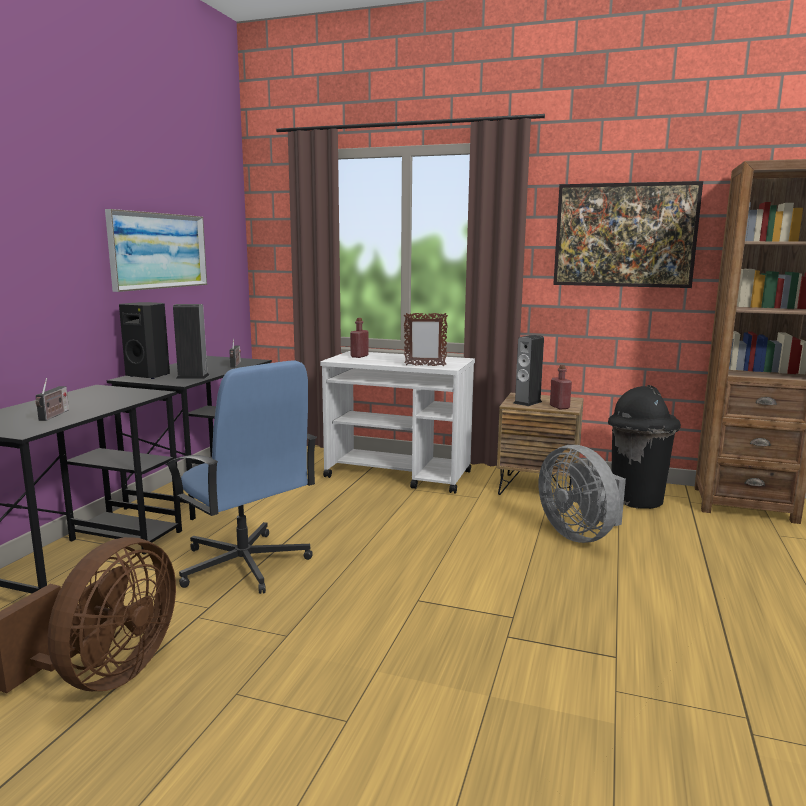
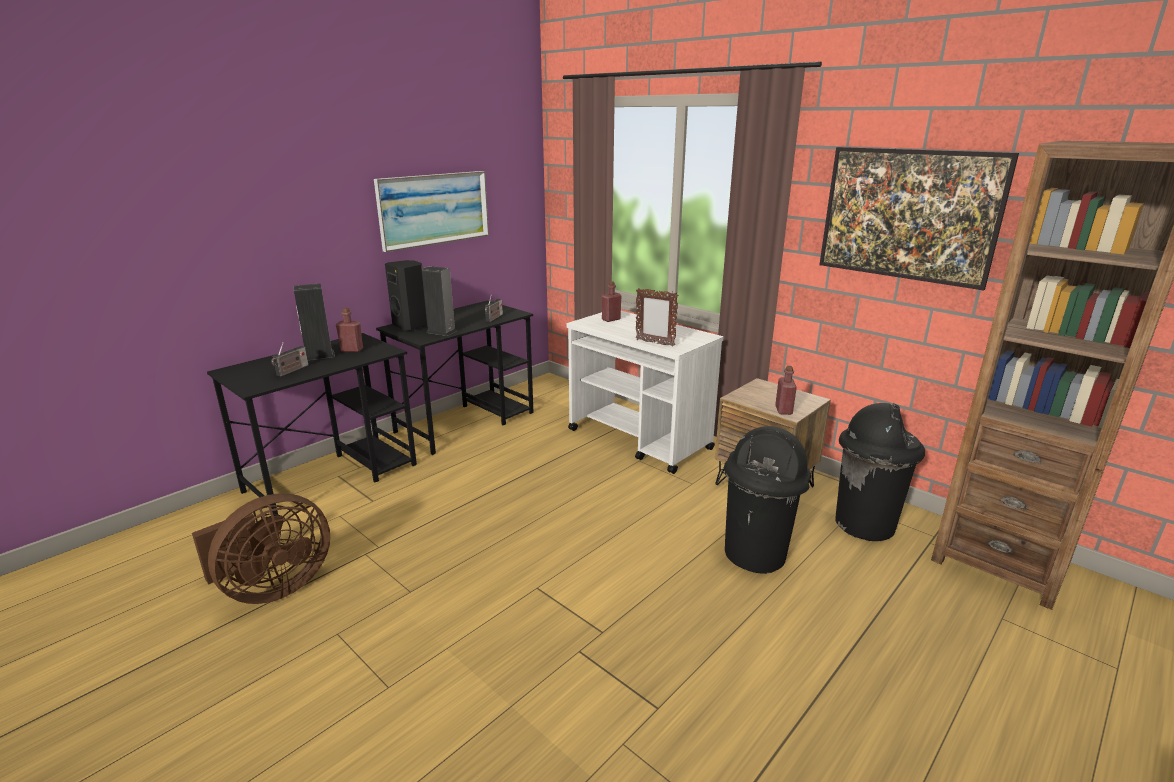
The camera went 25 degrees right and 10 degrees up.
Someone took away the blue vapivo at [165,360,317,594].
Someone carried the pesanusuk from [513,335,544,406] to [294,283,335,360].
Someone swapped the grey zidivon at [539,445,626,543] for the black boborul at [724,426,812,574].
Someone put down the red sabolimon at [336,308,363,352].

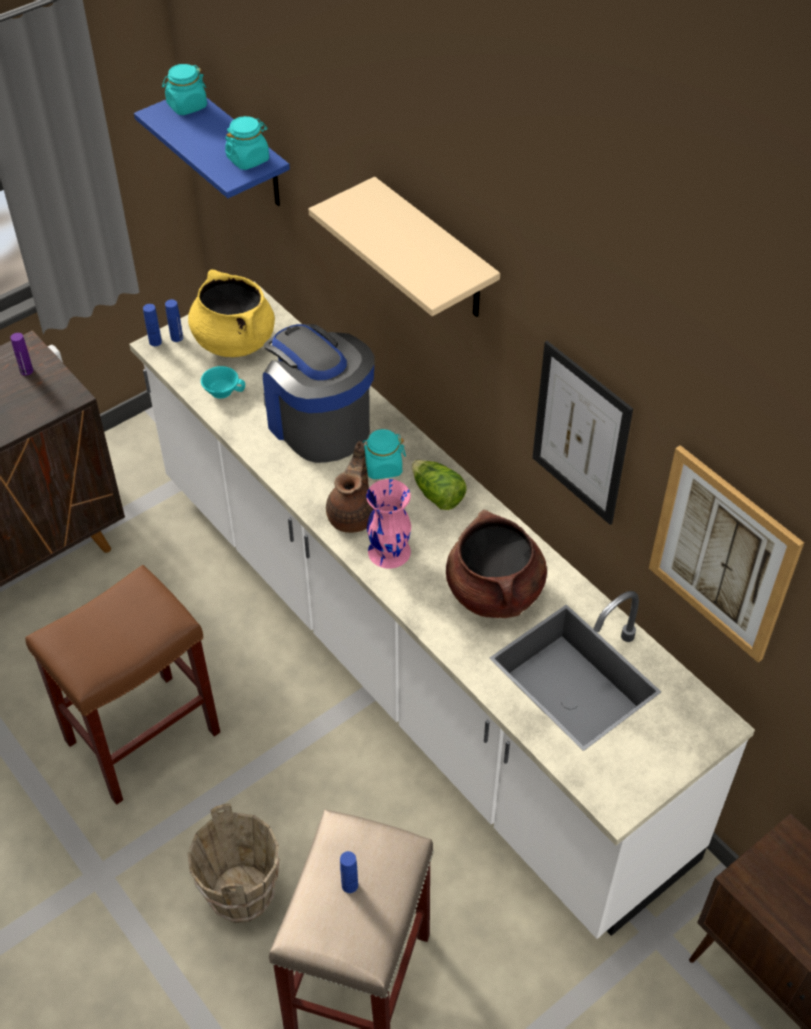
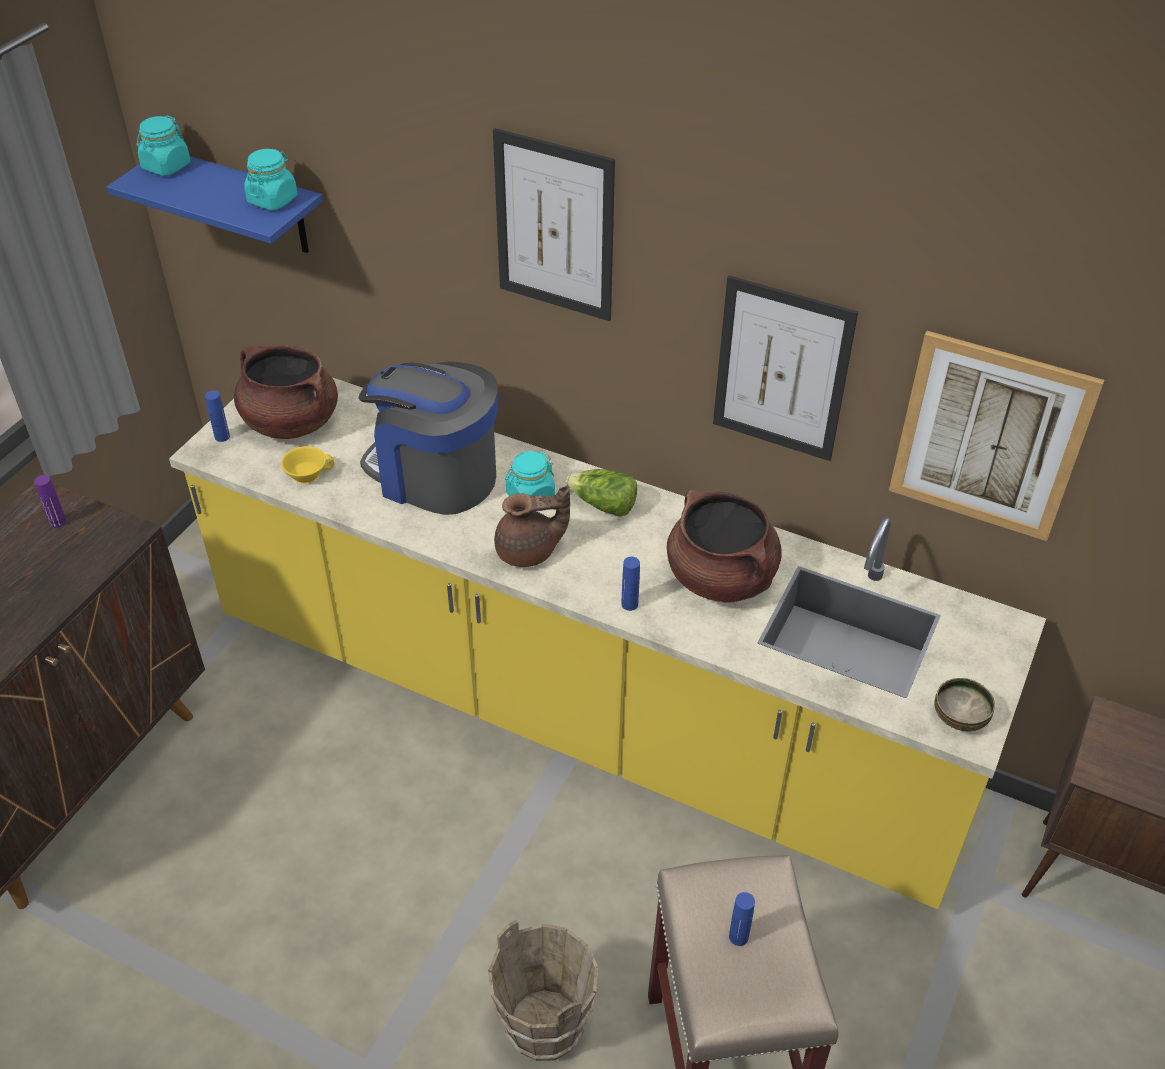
The camera went 25 degrees left and 5 degrees down.
Someone took away the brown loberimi at [25,565,220,805].
Someone repainted the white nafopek at [129,282,755,939], which became the yellow nafopek at [169,377,1046,909].
Someone carried the blue sabolimon from [143,304,162,346] to [621,557,640,611].
Someone repainted the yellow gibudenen at [188,269,275,357], which became the brown gibudenen at [234,345,338,439].
Someone repainted the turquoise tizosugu at [201,366,245,399], which became the yellow tizosugu at [281,446,334,484].
Someone swapped the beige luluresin at [308,177,500,317] for the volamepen at [493,128,615,321].
Someone rotated the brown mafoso at [326,441,374,533] by 90 degrees clockwise.
Someone took away the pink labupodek at [366,479,411,569].
Someone put down the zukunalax at [934,678,995,731].

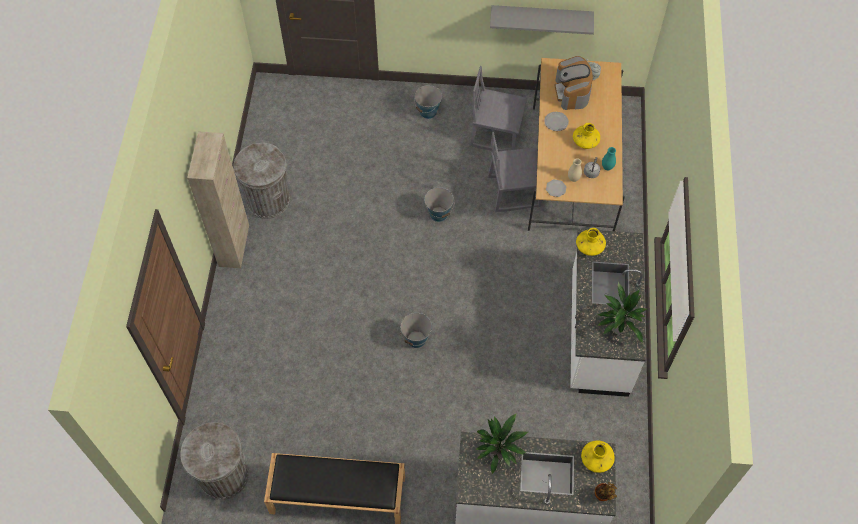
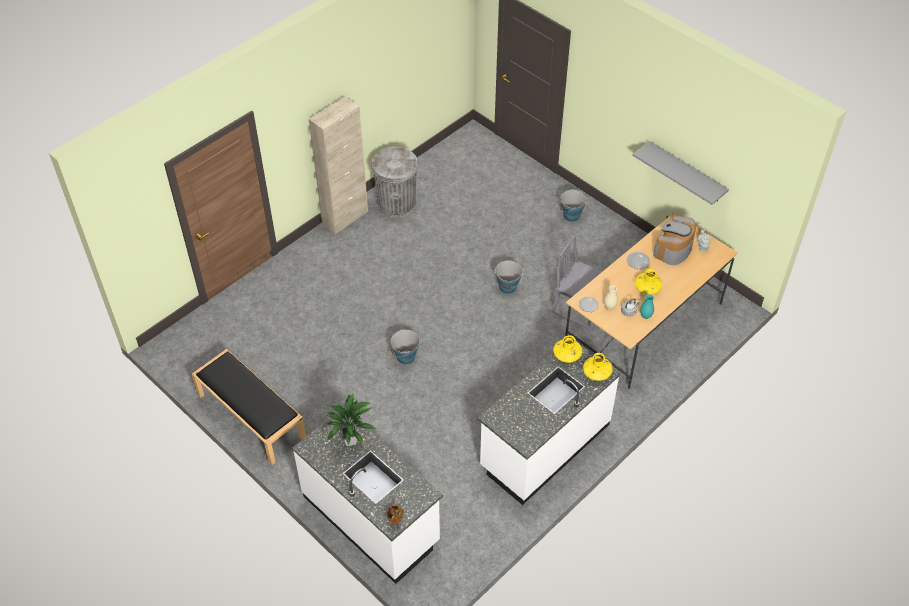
The camera went 40 degrees right and 10 degrees down.
Someone took away the grey boborul at [180,422,248,500].
Someone took away the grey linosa at [470,66,527,151].
Someone carried the yellow labupodek from [581,441,615,473] to [583,353,613,381].
Someone took away the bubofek at [598,282,647,343].

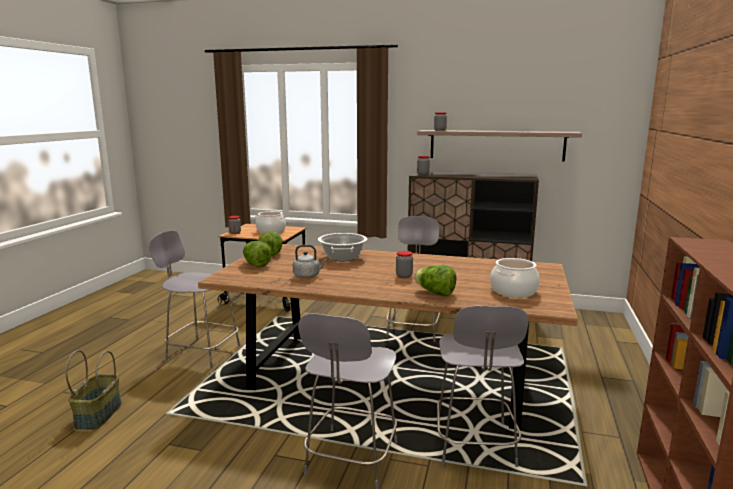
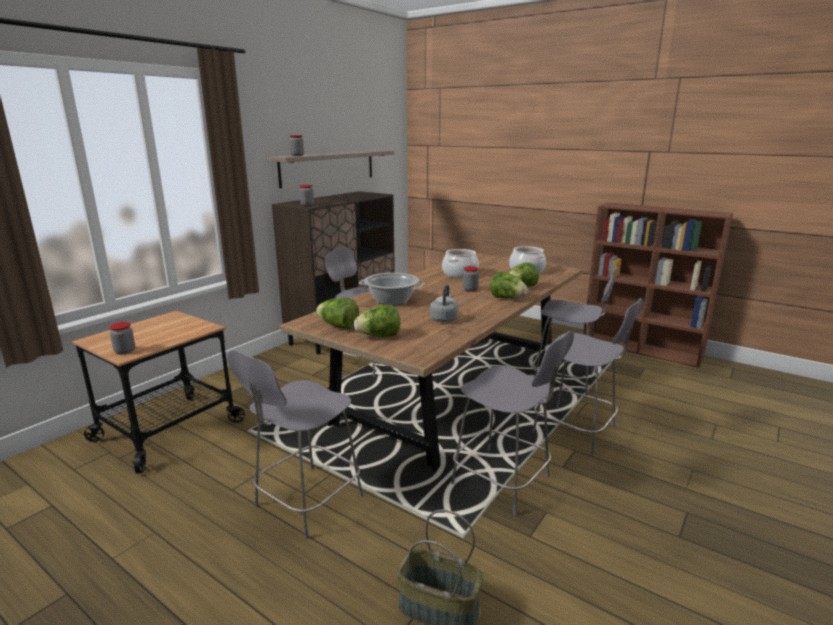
The camera went 70 degrees left and 5 degrees up.
Someone carried the gibudenen from [255,211,286,234] to [442,249,479,278].
Someone put down the grey linosa at [451,331,574,515].
Someone put down the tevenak at [490,272,528,298].

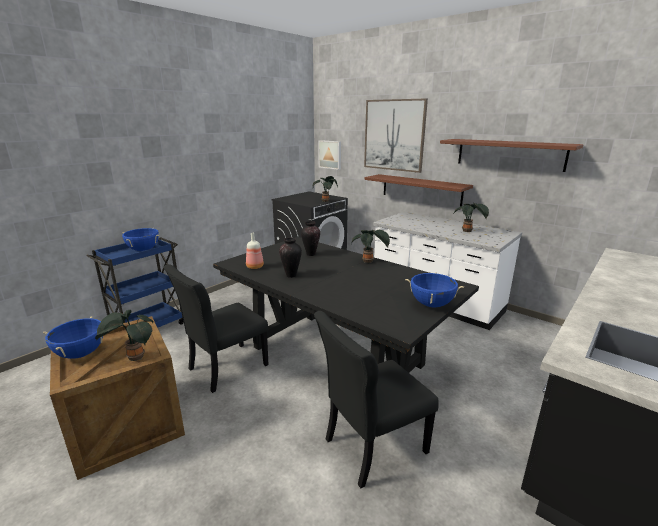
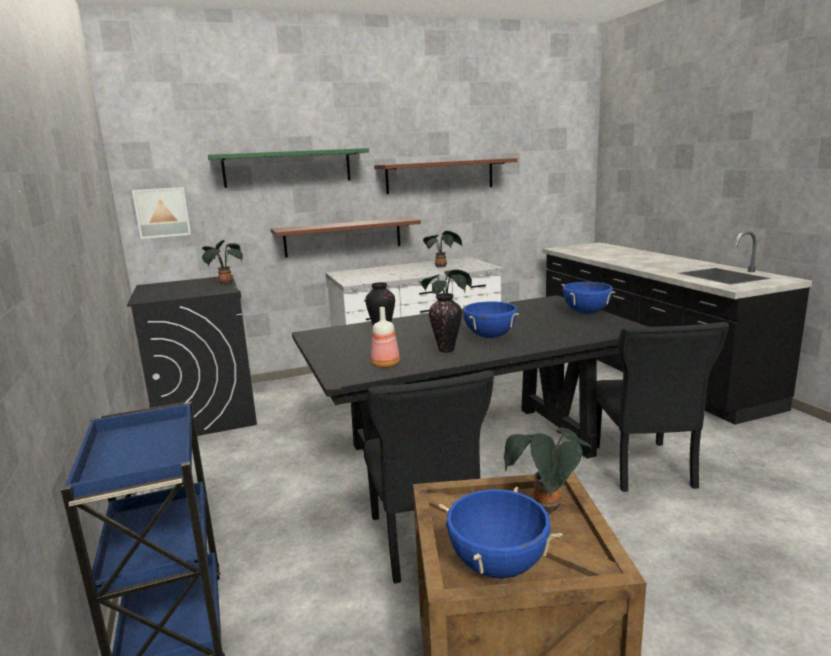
The camera went 60 degrees left and 5 degrees down.
Someone carried the blue gibudenen from [122,228,159,251] to [463,301,519,338].
Someone swapped the volamepen at [364,99,428,173] for the green luluresin at [208,148,369,188].

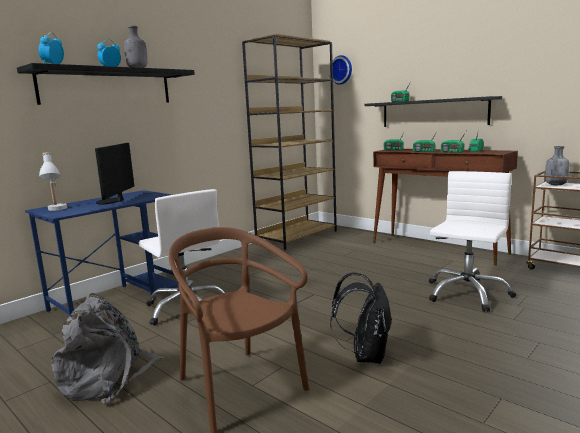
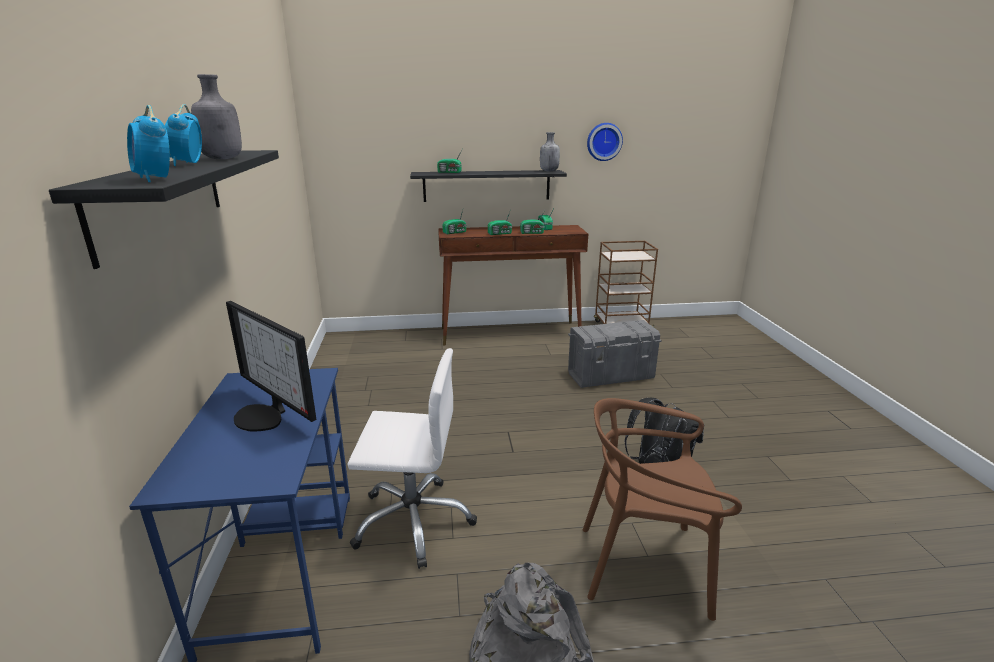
The camera went 50 degrees left and 10 degrees up.
Someone took away the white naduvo at [39,152,67,211].
Someone took away the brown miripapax at [242,33,337,250].
Someone carried the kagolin from [329,55,352,85] to [587,123,623,161].
Someone swapped the white vapivo at [429,171,516,312] for the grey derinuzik at [568,320,662,388].
Someone carried the grey sabolimon from [545,146,570,185] to [540,132,560,172].

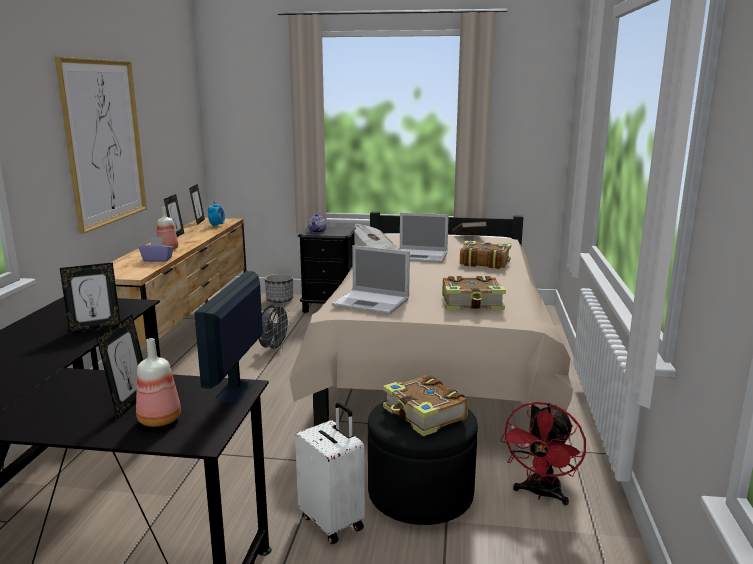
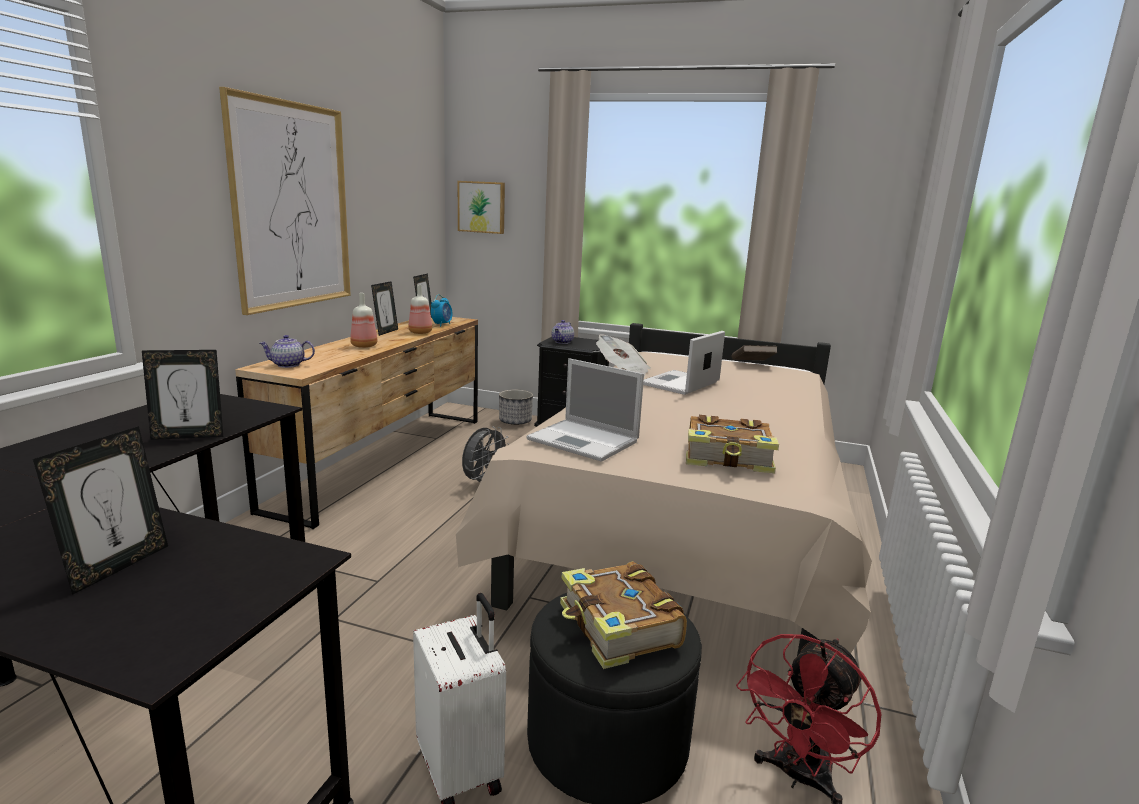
The camera went 10 degrees right and 0 degrees up.
Someone carried the sabolimon from [136,338,181,427] to [408,285,432,334].
Someone took away the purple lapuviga at [139,237,174,262].
Someone took away the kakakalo at [195,271,263,403].
Someone rotated the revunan at [399,212,449,263] by 105 degrees clockwise.
Someone took away the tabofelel at [460,240,511,269].
Someone put down the mafoso at [259,335,315,368].
Someone put up the volamepen at [458,181,505,234].

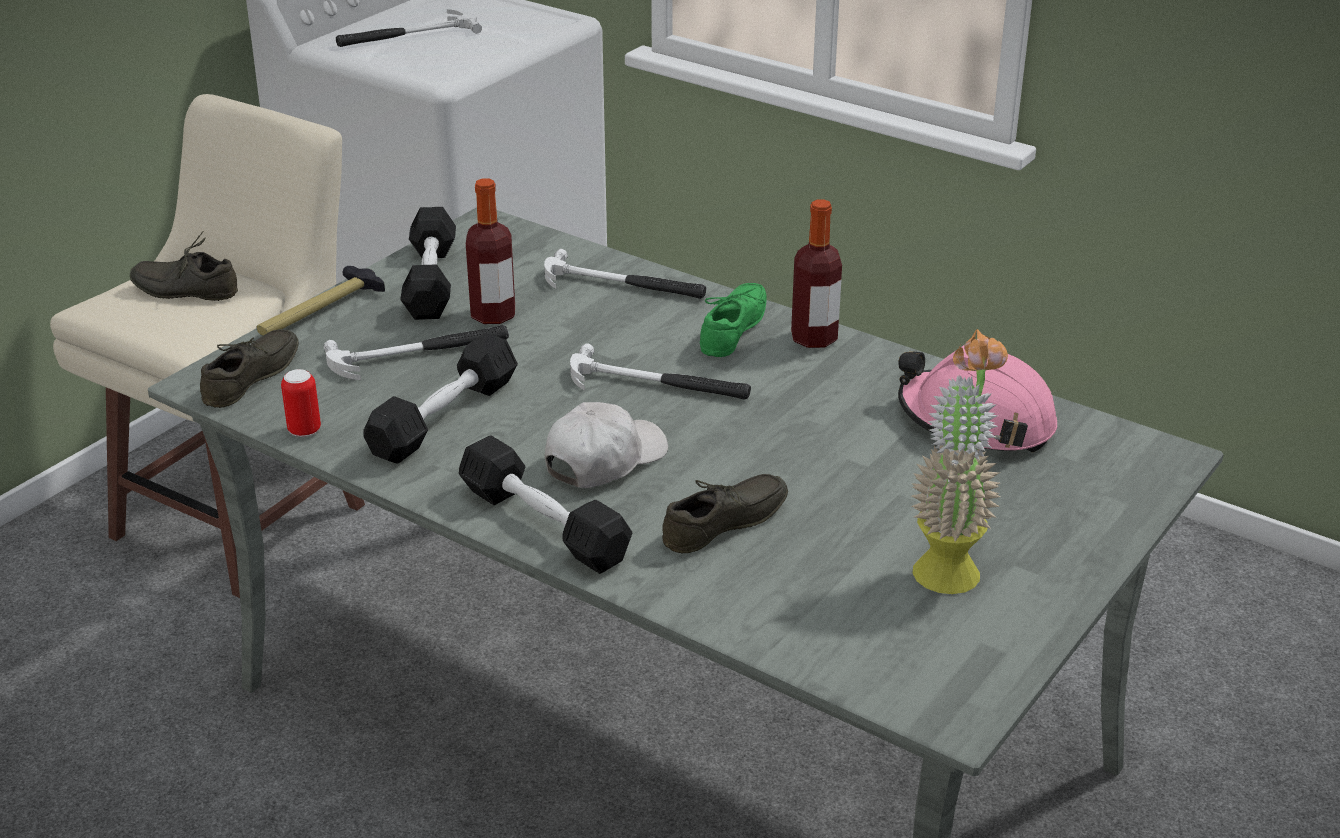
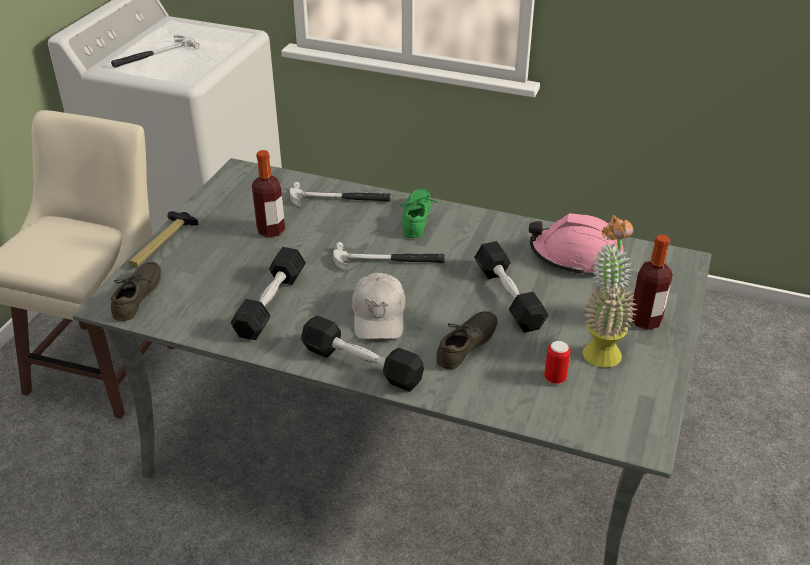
The camera went 15 degrees left and 5 degrees up.
Someone took away the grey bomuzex at [130,232,238,301].
Someone carried the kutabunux from [281,369,321,437] to [544,341,571,384].
Someone took away the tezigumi at [324,325,509,380].
Someone carried the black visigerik from [400,207,456,320] to [474,241,548,333].
Someone rotated the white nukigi at [544,402,668,488] by 150 degrees clockwise.
Someone carried the sabolimon from [791,199,842,348] to [631,234,673,330].

